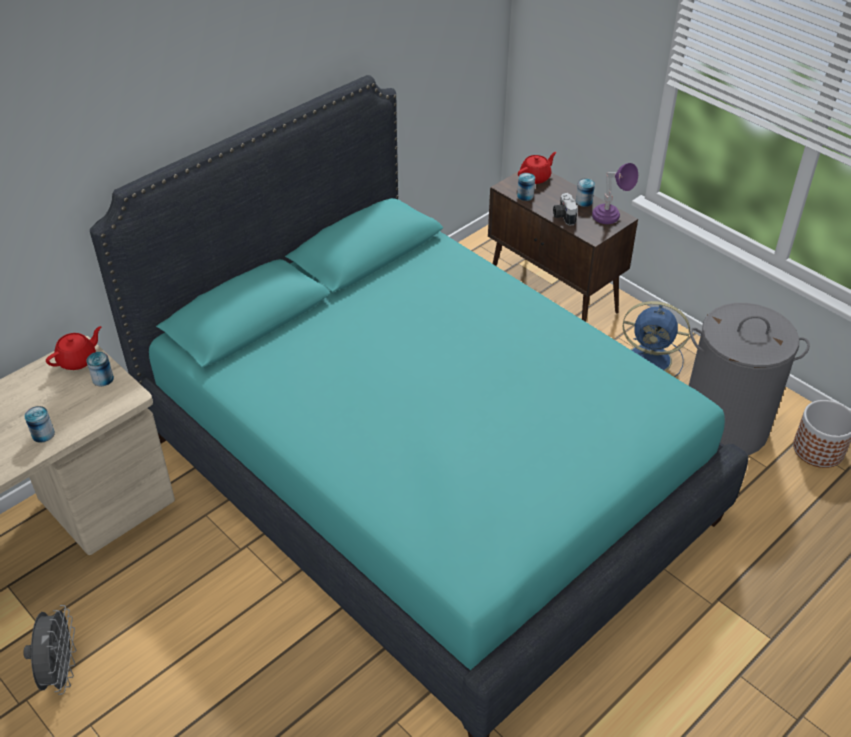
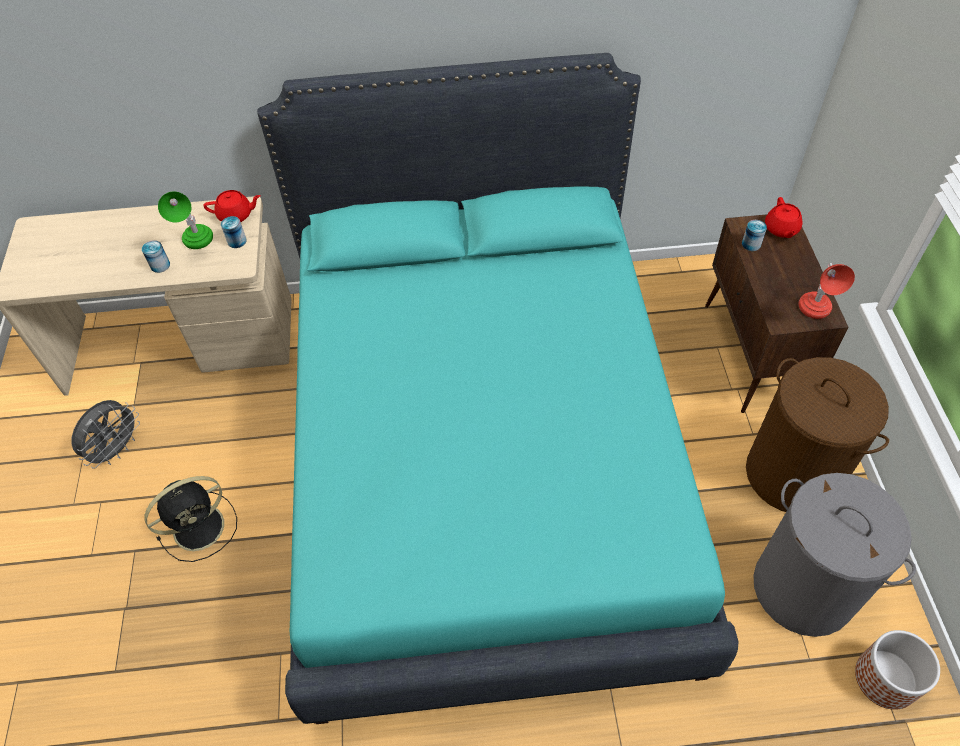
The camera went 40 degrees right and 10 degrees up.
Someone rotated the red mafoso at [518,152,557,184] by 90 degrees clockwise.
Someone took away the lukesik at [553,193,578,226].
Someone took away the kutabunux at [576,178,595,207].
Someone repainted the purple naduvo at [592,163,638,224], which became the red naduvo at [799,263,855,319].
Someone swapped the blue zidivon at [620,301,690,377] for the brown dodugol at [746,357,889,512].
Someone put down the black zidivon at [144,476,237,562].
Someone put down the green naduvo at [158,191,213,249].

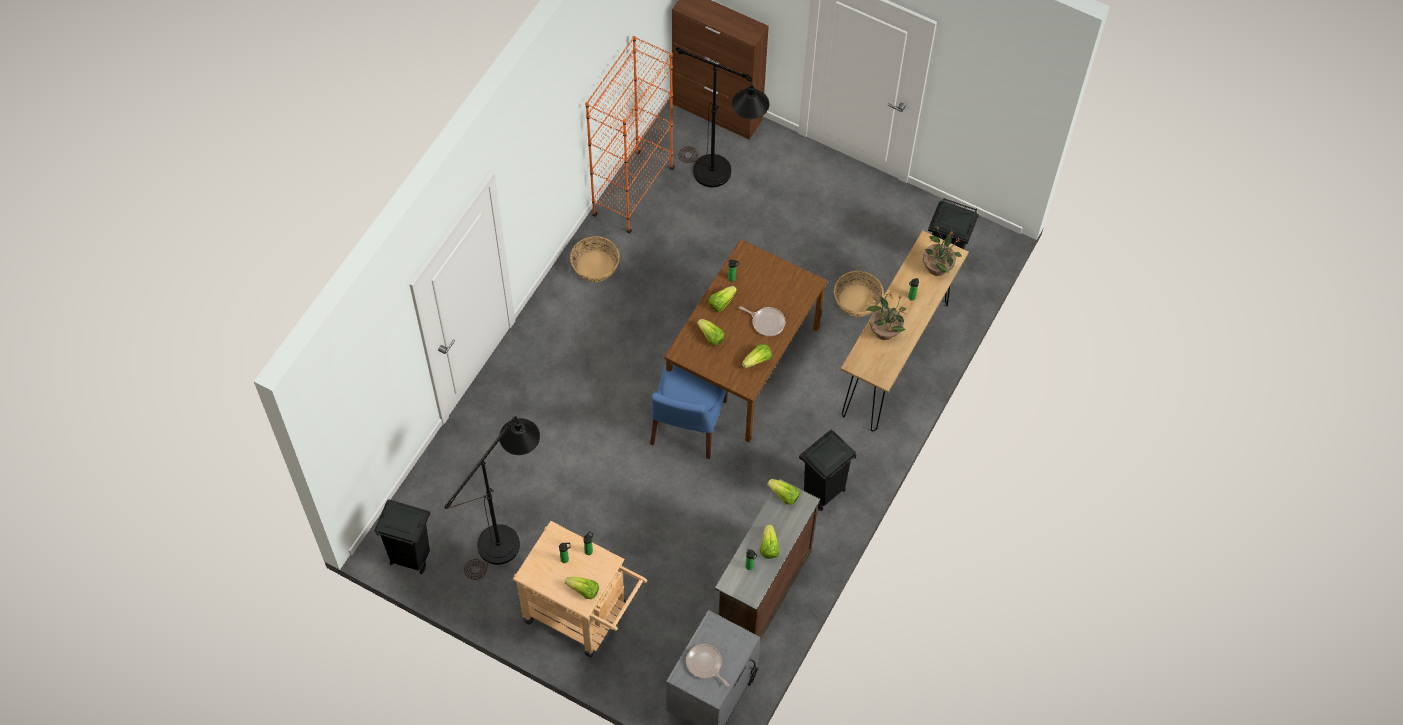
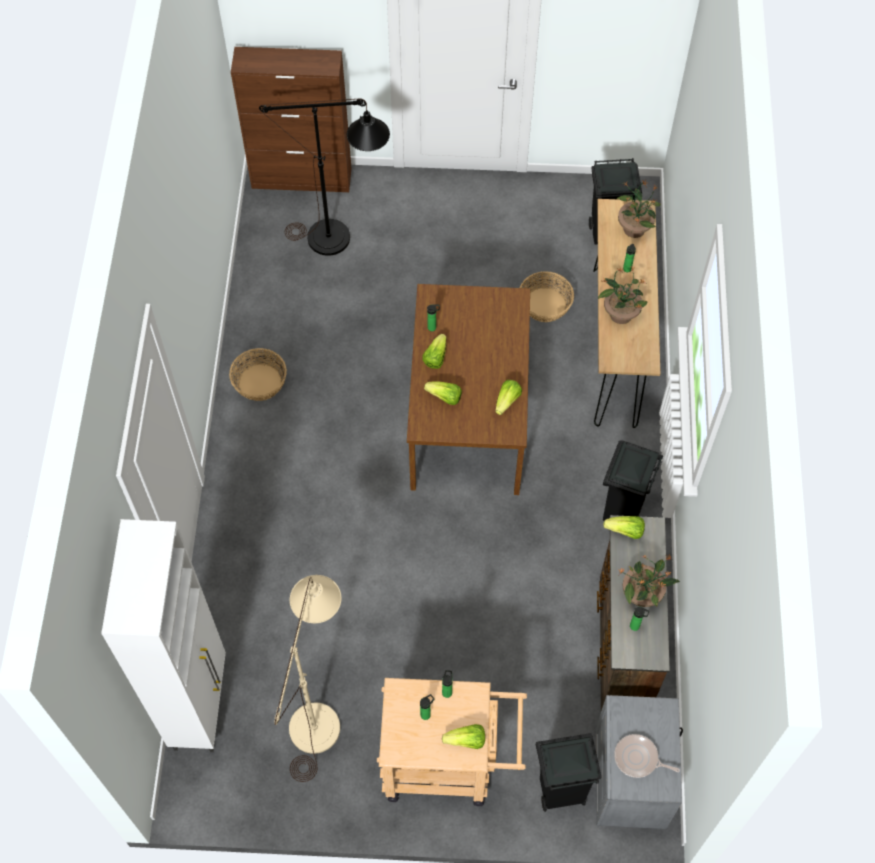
The camera went 25 degrees left and 0 degrees up.
Someone carried the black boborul from [374,499,430,574] to [536,733,601,812].
Someone repainted the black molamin at [444,416,540,580], which became the beige molamin at [274,575,341,782].
Someone took away the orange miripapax at [585,36,675,233].
Someone took away the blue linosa at [650,363,728,459].
Someone took away the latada at [739,306,785,336].
Someone swapped the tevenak at [760,524,779,559] for the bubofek at [617,553,680,607].
Someone put down the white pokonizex at [101,519,226,752].

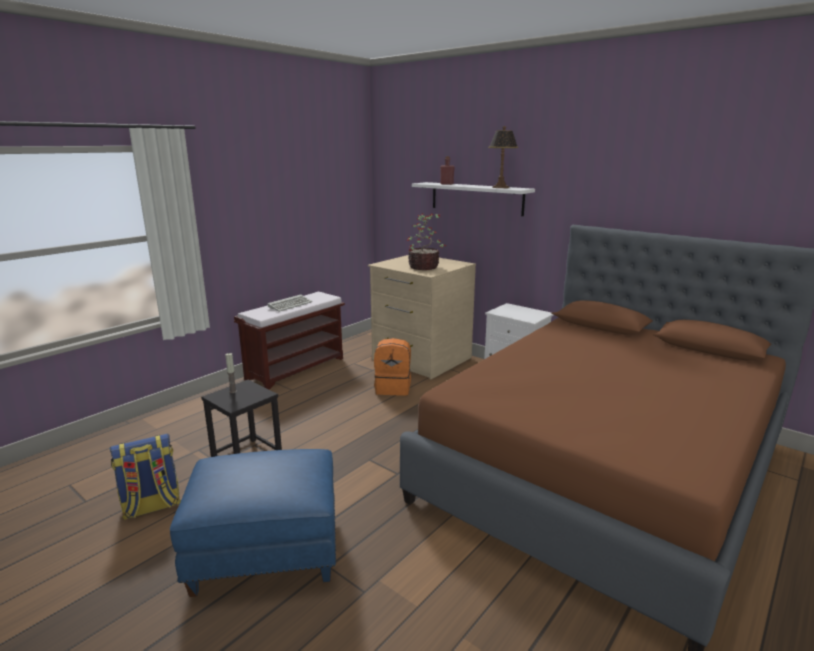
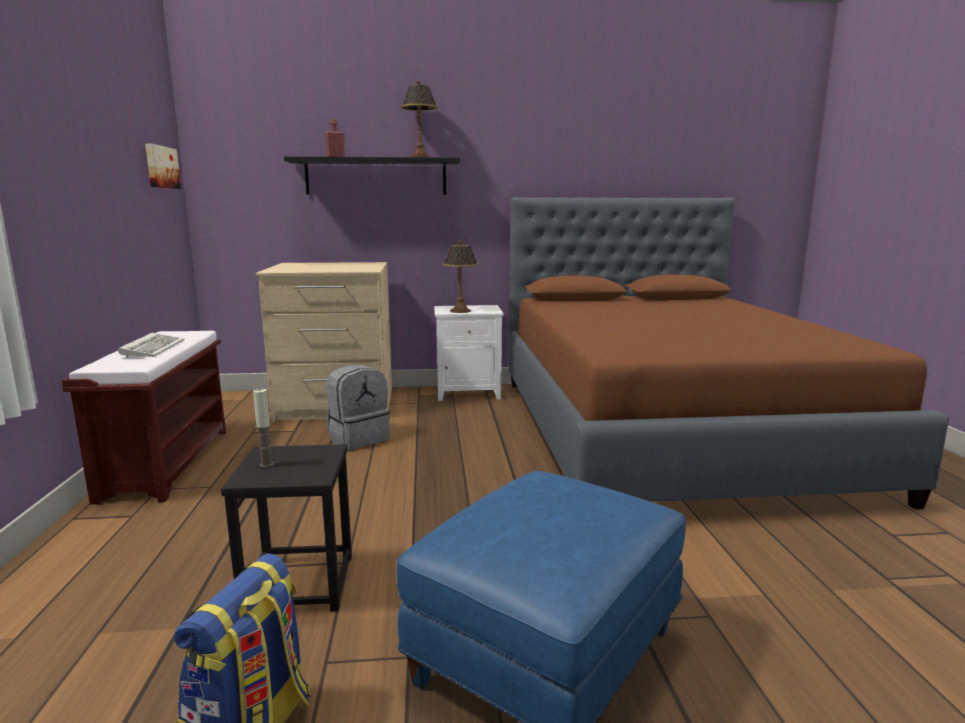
The camera went 45 degrees left and 5 degrees down.
Someone repainted the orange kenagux at [374,338,411,396], which became the grey kenagux at [327,365,390,450].
Someone took away the bubofek at [407,213,446,270].
Someone repainted the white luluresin at [412,182,535,216], which became the black luluresin at [284,156,460,195].
Someone put up the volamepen at [145,143,181,189].
Someone put down the naduvo at [442,240,478,313].

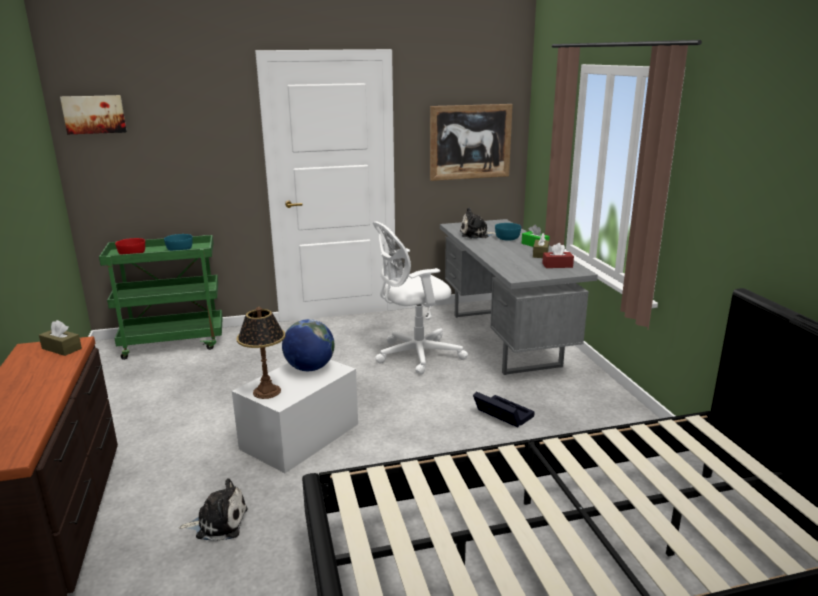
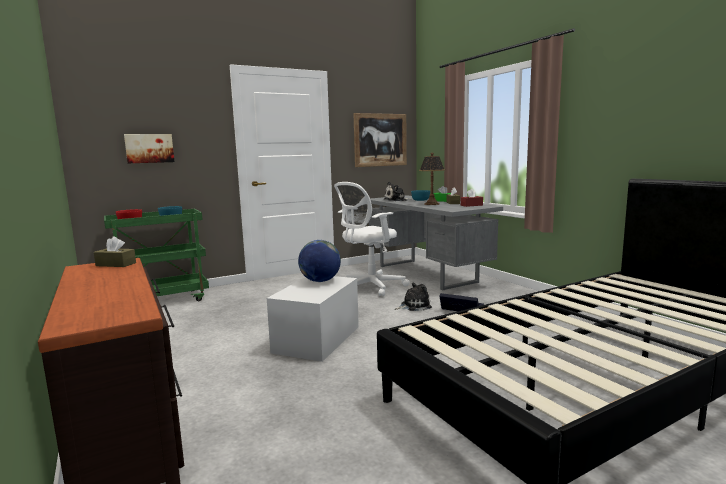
The camera went 15 degrees left and 10 degrees down.
Someone carried the volamepen from [60,95,127,134] to [124,134,174,163].
Someone carried the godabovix from [179,478,248,542] to [395,283,432,311].
Someone carried the naduvo from [237,307,285,399] to [419,152,445,205].

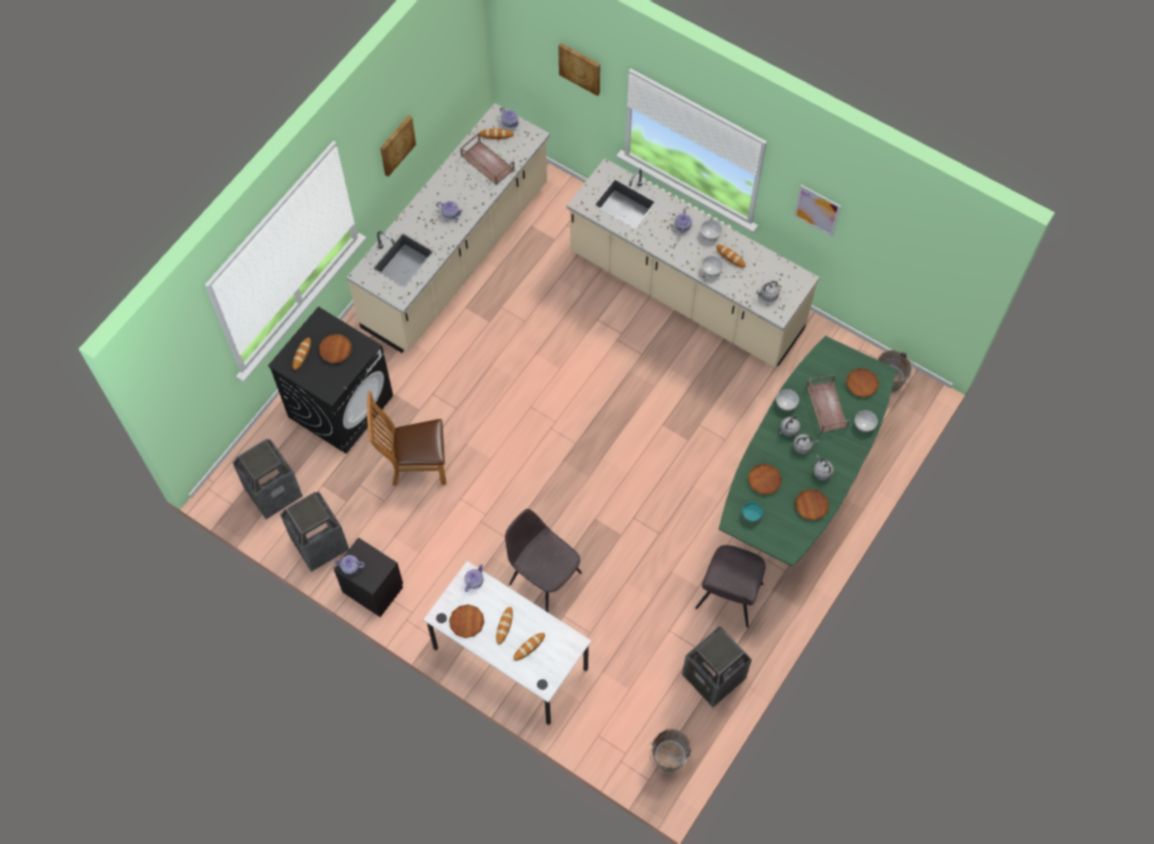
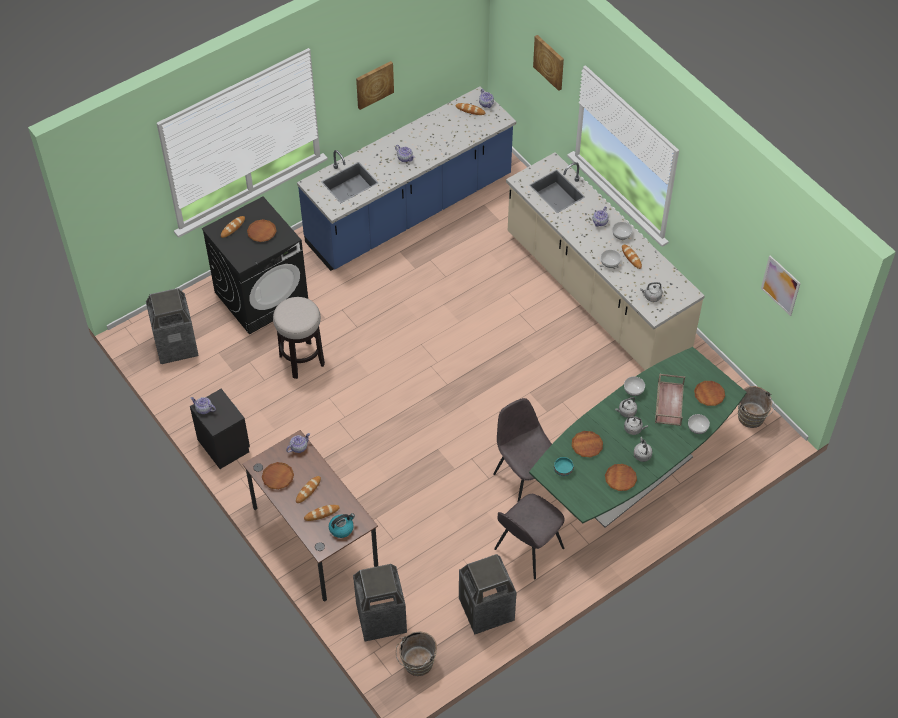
The camera went 20 degrees right and 10 degrees down.
Someone carried the boborul from [280,492,349,572] to [353,564,407,642].
Someone repainted the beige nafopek at [346,103,550,353], which became the blue nafopek at [297,86,516,271].
Someone swapped the brown linosa at [367,391,446,486] for the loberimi at [273,297,325,379].
Someone repainted the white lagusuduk at [423,561,592,725], which became the brown lagusuduk at [243,430,378,601].
Someone took away the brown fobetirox at [460,133,515,185].
Someone carried the grey linosa from [505,509,582,612] to [493,398,552,503].
Someone carried the volamepen from [794,185,841,237] to [761,256,801,316].
Someone put down the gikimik at [329,513,355,538].

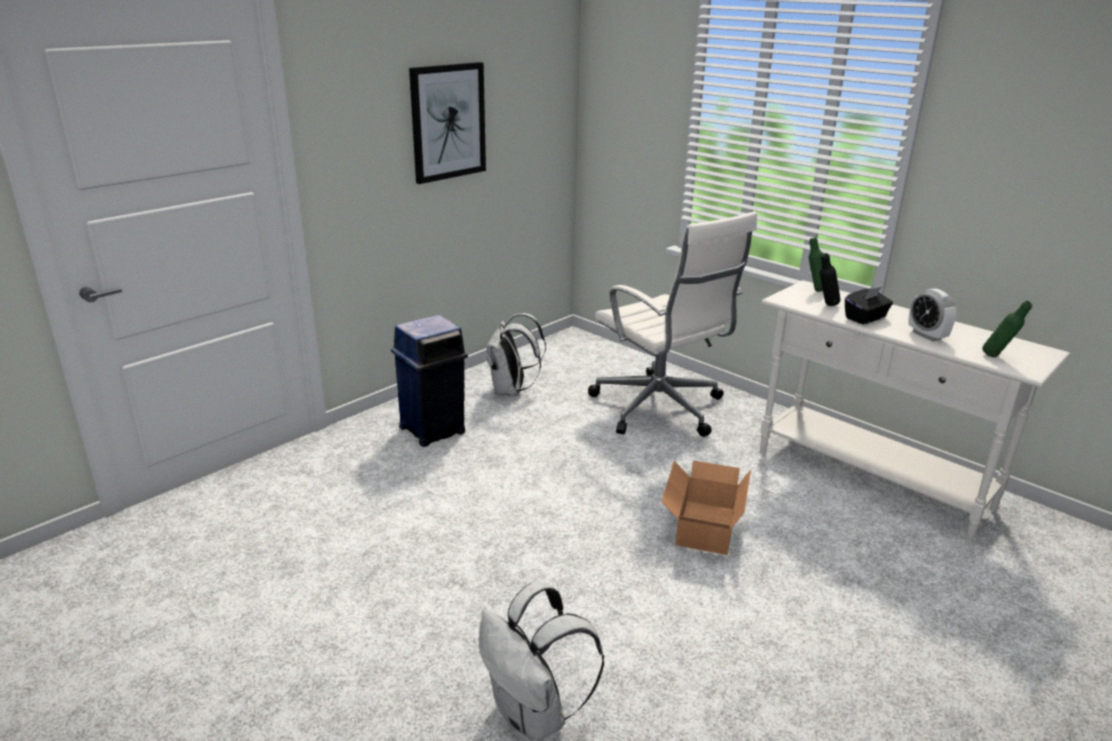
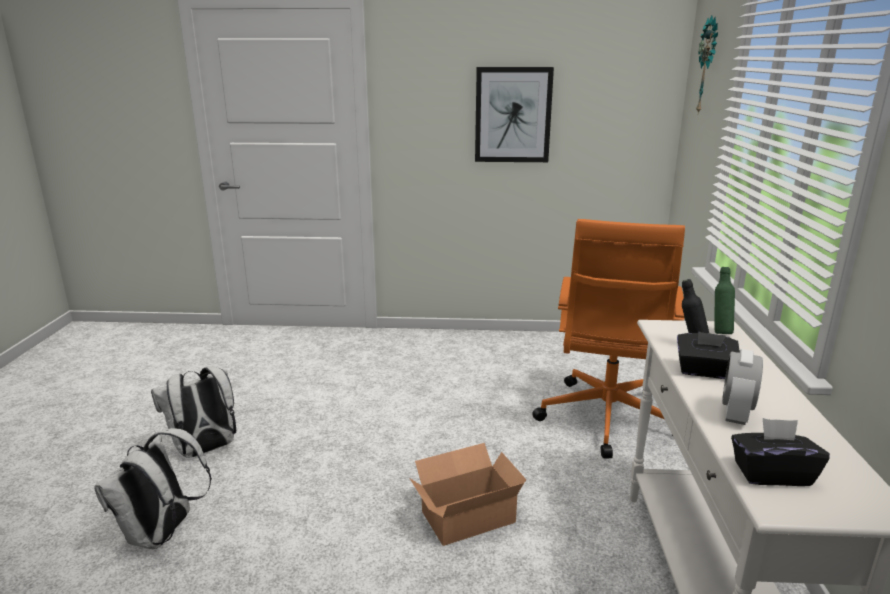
The camera went 50 degrees right and 5 degrees down.
Someone took away the blue boborul at [391,315,468,447].
Someone carried the white kenagux from [486,313,546,396] to [151,366,236,458].
Someone repainted the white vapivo at [588,212,757,437], which became the orange vapivo at [532,219,685,459].
Someone swapped the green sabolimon at [982,301,1032,357] for the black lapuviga at [731,418,830,486].
Someone put up the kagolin at [696,16,718,113].

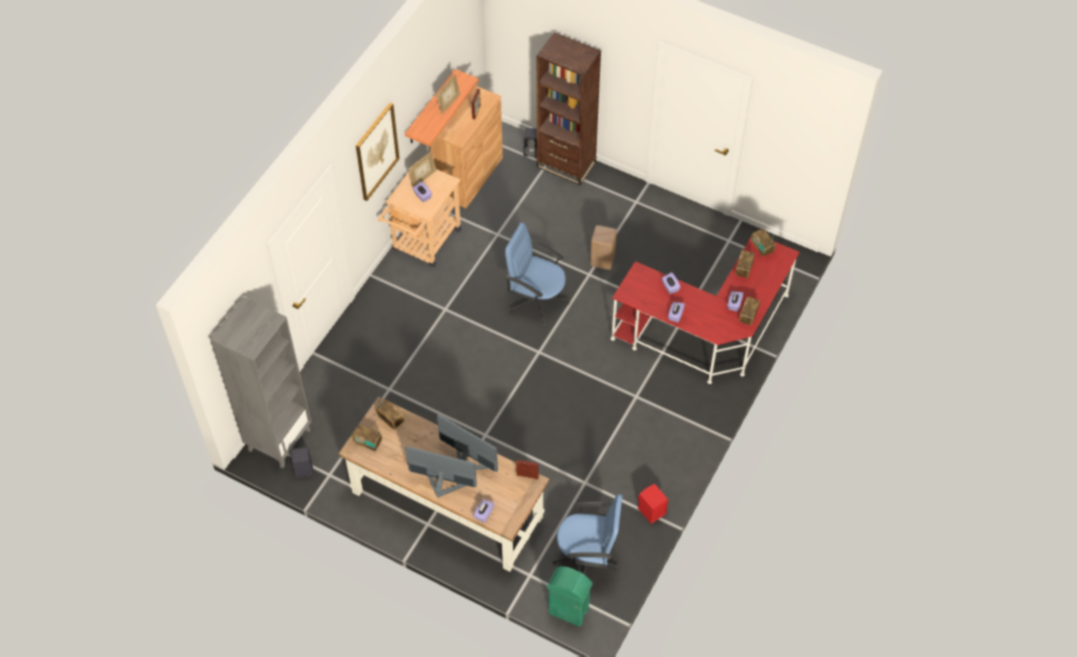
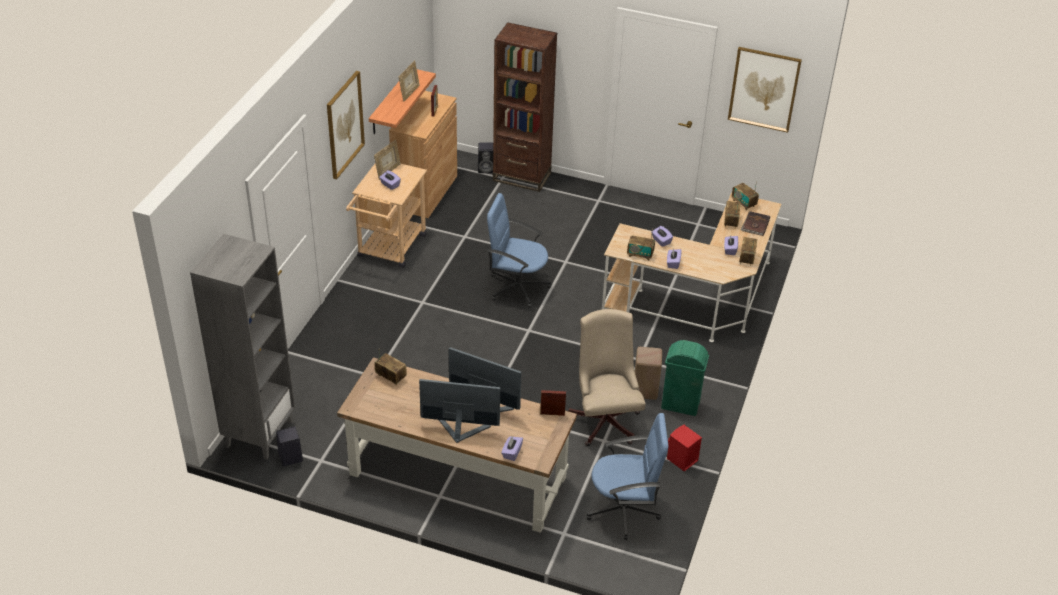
The camera went 10 degrees left and 15 degrees down.
Someone carried the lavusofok from [352,425,382,451] to [627,229,655,260].
Someone carried the green boborul from [547,566,593,627] to [661,340,709,416].
Someone carried the beige loberimi from [590,225,617,270] to [635,347,662,400].
Someone repainted the red lagusuduk at [611,236,800,384], which became the beige lagusuduk at [602,192,781,342].
Someone put down the beige vapivo at [568,309,646,446].
Someone put up the volamepen at [728,47,802,133].
Someone put down the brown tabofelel at [741,211,770,236].

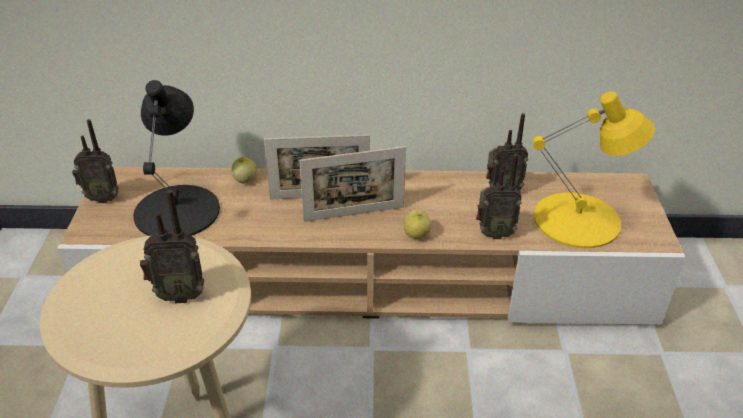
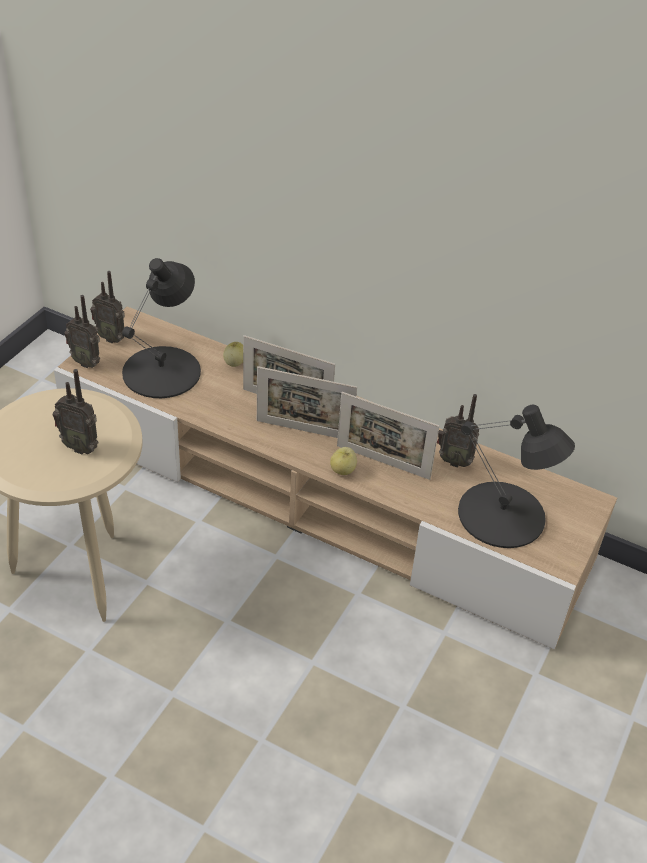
The camera went 25 degrees right and 5 degrees up.
Someone carried the lavusofok from [476,153,522,239] to [64,295,100,368].
Someone repainted the yellow naduvo at [533,91,655,248], which became the black naduvo at [458,405,575,548].
Someone put down the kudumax at [337,392,439,480].

